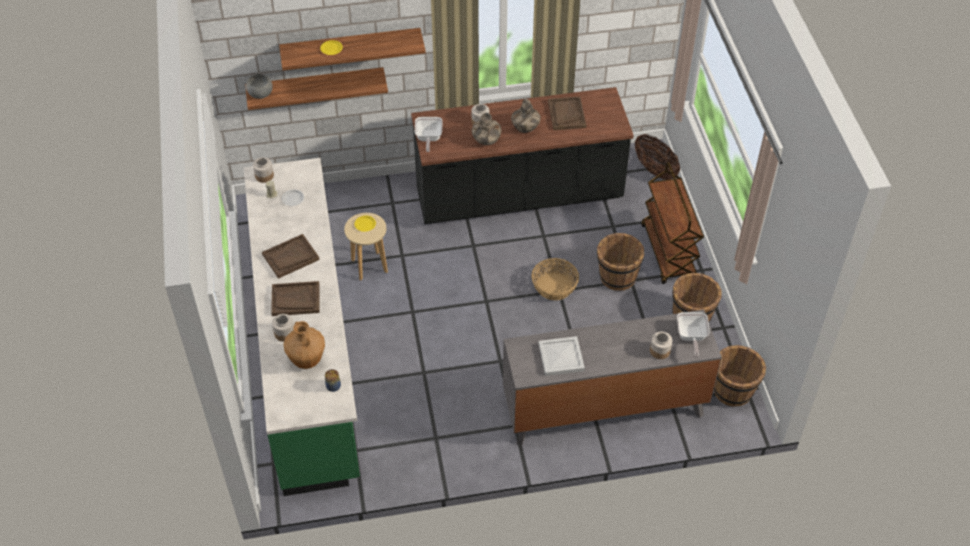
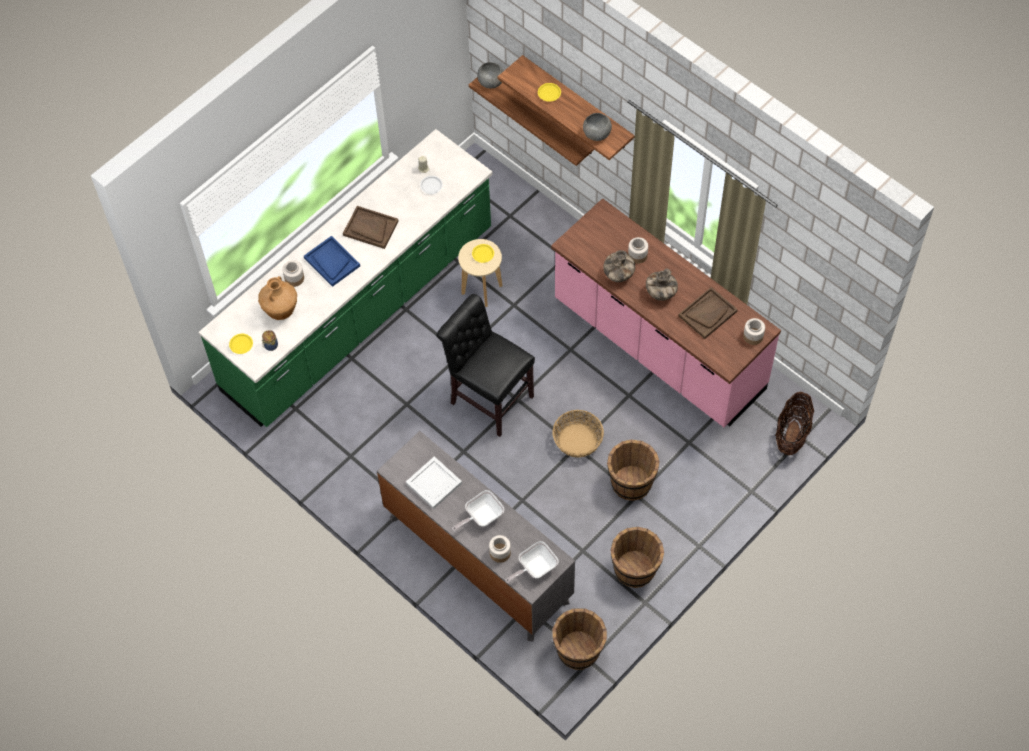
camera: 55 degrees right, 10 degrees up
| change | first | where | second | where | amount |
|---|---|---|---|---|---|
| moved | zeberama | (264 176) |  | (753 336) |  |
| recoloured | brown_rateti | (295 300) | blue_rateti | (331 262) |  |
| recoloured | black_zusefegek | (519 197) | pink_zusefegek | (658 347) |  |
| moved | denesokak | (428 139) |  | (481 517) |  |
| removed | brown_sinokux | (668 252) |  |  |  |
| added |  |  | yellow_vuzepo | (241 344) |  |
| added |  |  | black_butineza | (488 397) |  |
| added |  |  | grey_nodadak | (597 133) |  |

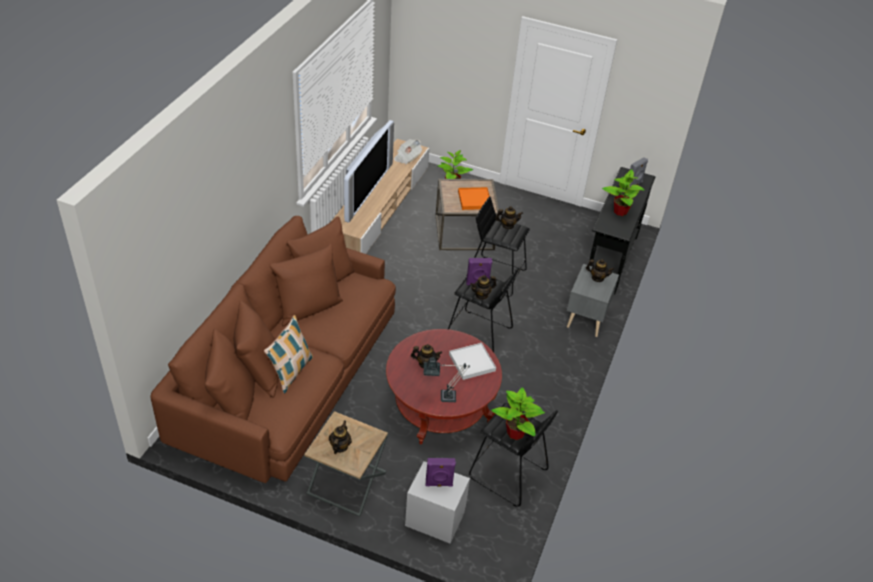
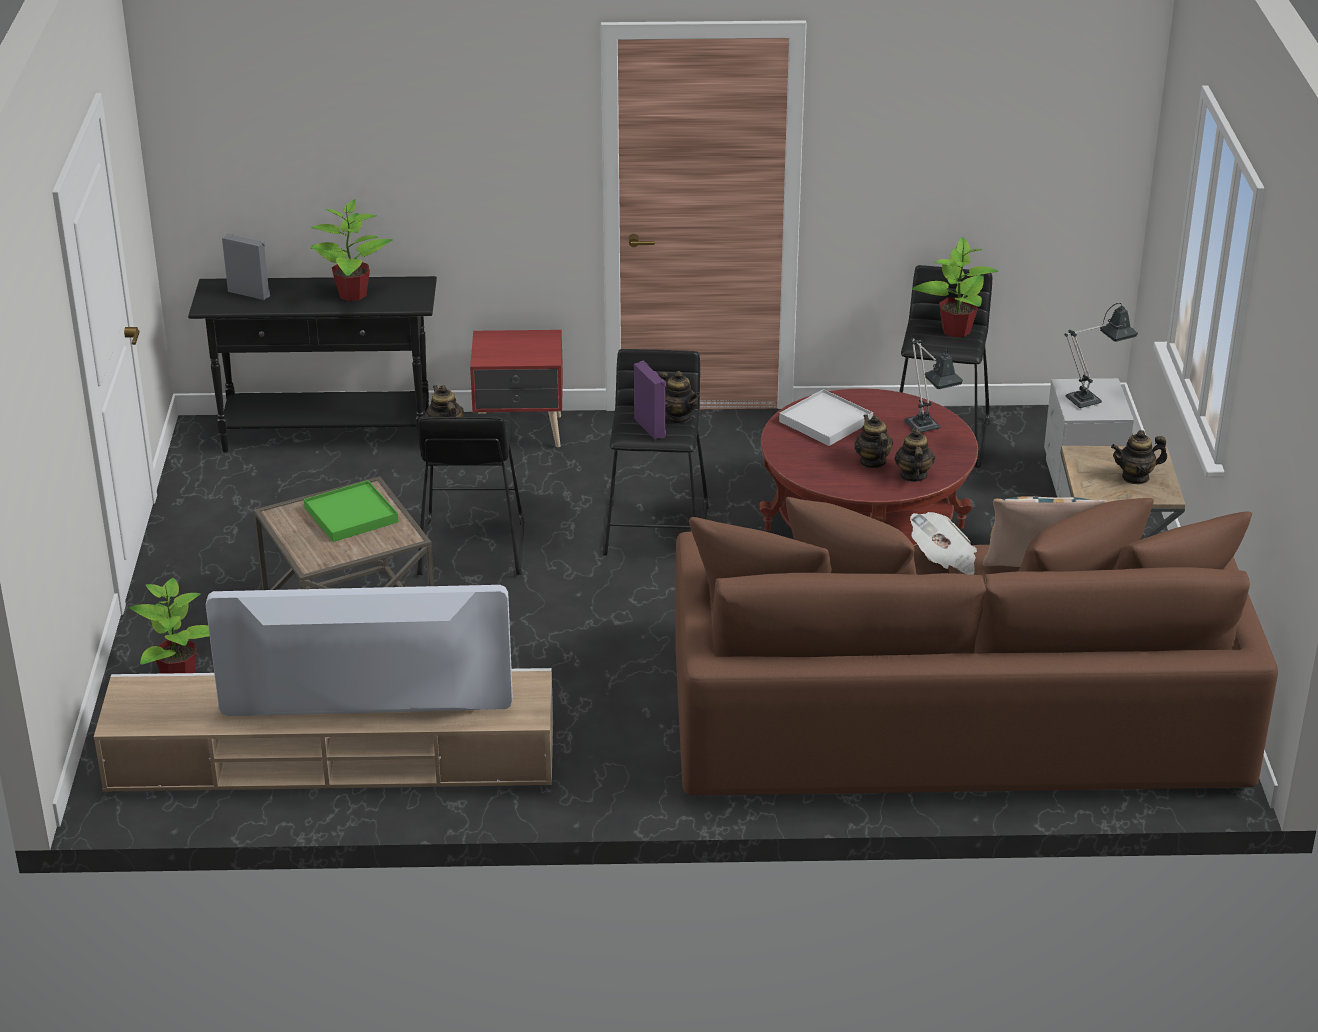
camera: 110 degrees left, 10 degrees down
| change | first | where | second | where | amount |
|---|---|---|---|---|---|
| moved | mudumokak | (407 158) |  | (943 560) |  |
| replaced | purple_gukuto | (439 484) | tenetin | (1090 399) |  |
| recoloured | orange_rateti | (474 200) | green_rateti | (351 515) |  |
| recoloured | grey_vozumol | (586 319) | red_vozumol | (520 433) |  |
| moved | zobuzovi | (597 278) |  | (913 475) |  |

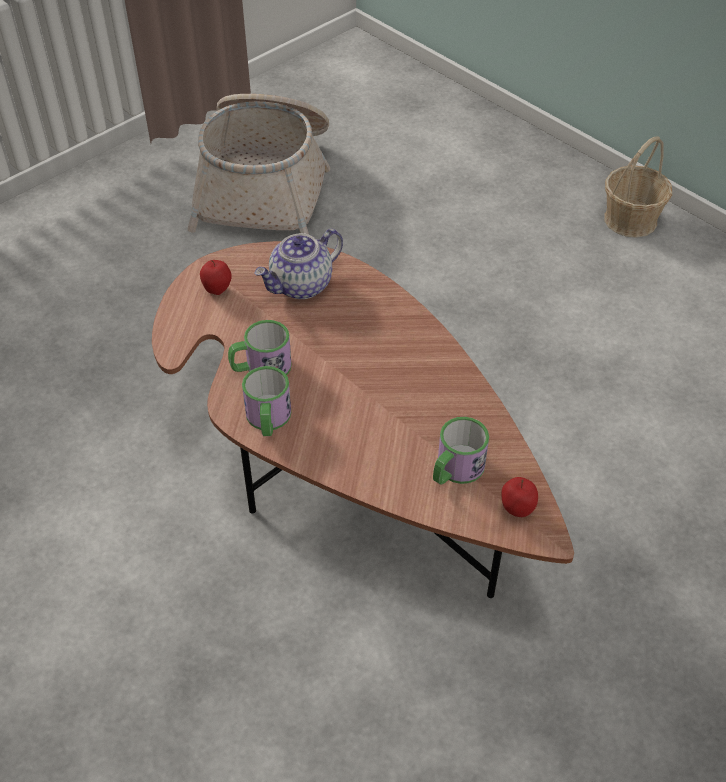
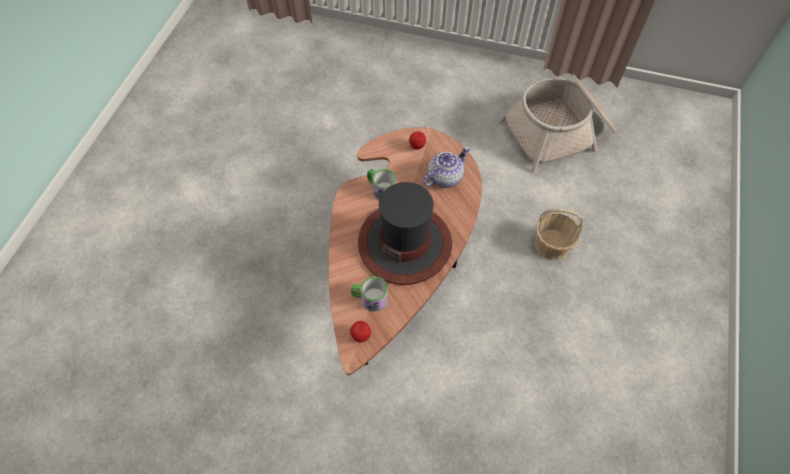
camera: 60 degrees right, 10 degrees up
| change | first | where | second | where | amount |
|---|---|---|---|---|---|
| removed | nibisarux | (268 420) |  |  |  |
| turned | zobuzovi | (301 285) |  | (444 177) | 120 degrees clockwise |
| moved | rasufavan | (631 220) |  | (552 245) |  |
| added |  |  | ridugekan | (405 243) |  |

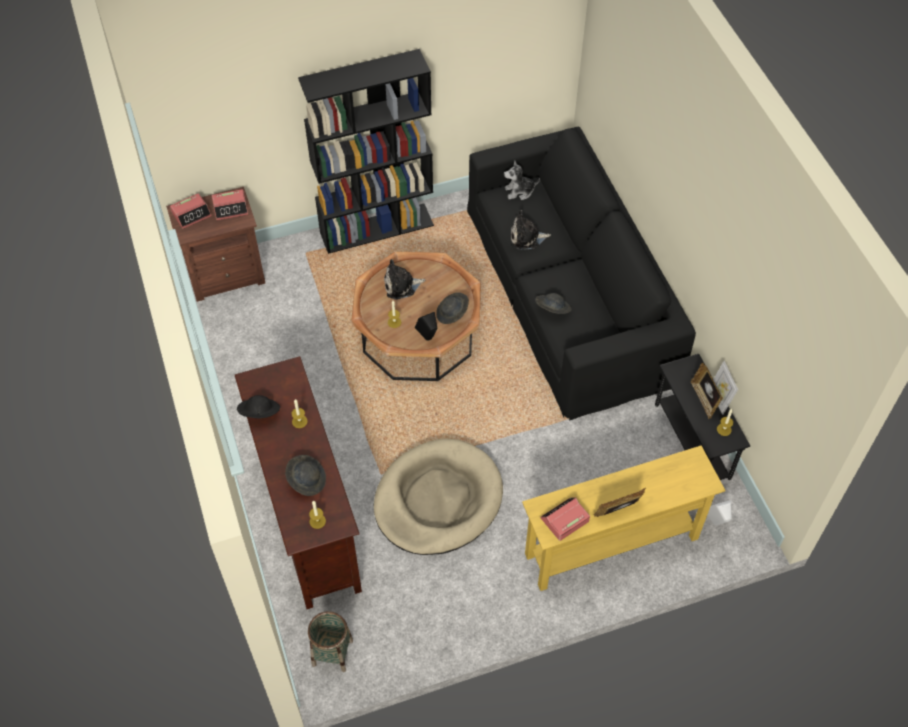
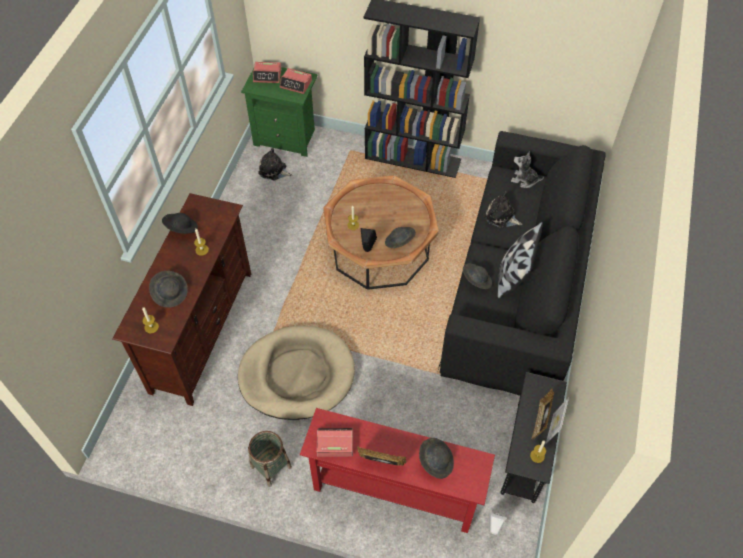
camera: 35 degrees right, 0 degrees up
| change | first | where | second | where | amount |
|---|---|---|---|---|---|
| recoloured | brown_vozumol | (226 274) | green_vozumol | (287 137) |  |
| moved | rasufavan | (332 652) |  | (271 467) |  |
| moved | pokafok | (401 286) |  | (274 171) |  |
| recoloured | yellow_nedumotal | (612 547) | red_nedumotal | (394 493) |  |
| added |  |  | grey_ridugekan | (435 461) |  |
| added |  |  | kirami | (513 276) |  |

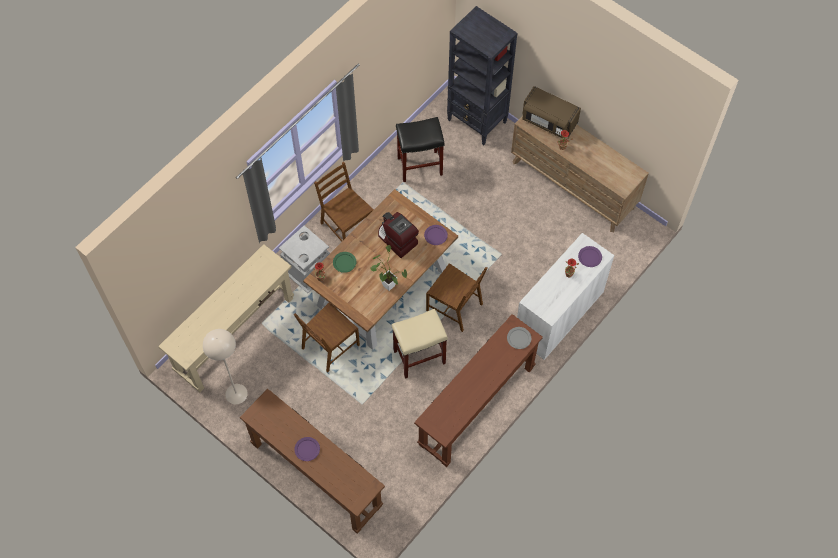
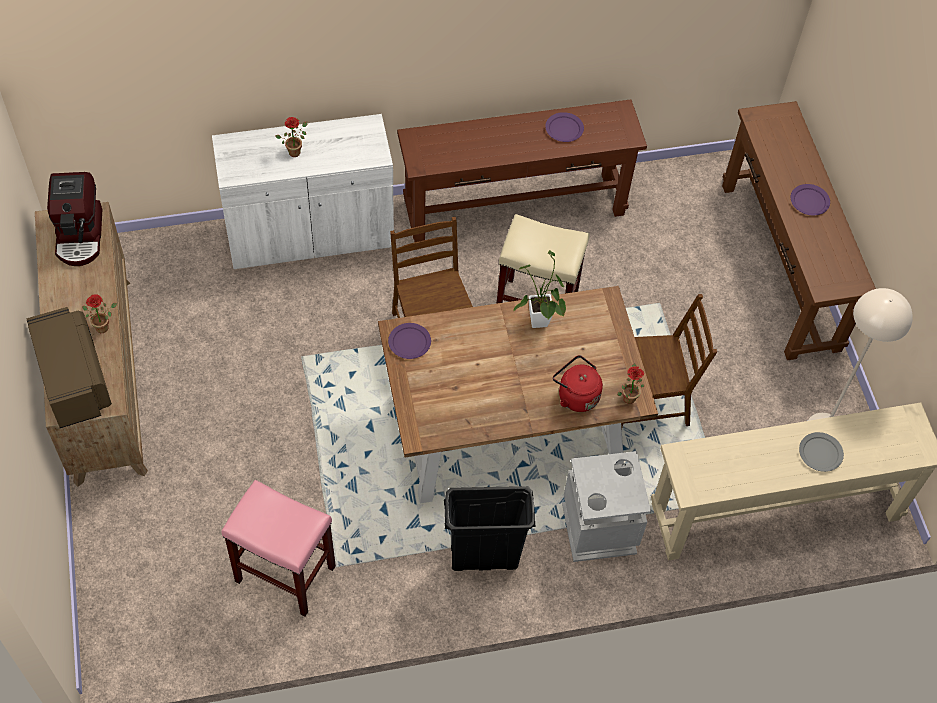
camera: 145 degrees left, 5 degrees down
| change | first | where | second | where | amount |
|---|---|---|---|---|---|
| replaced | brown_butineza | (346 226) | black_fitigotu | (483 558) |  |
| replaced | green_vuzepo | (344 263) | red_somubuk | (576 395) |  |
| moved | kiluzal | (396 240) |  | (80 235) |  |
| recoloured | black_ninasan | (420 165) | pink_ninasan | (284 574) |  |
| removed | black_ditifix | (477 121) |  |  |  |
| moved | grey_vuzepo | (519 338) |  | (820 453) |  |
| moved | purple_vuzepo | (589 257) |  | (564 128) |  |

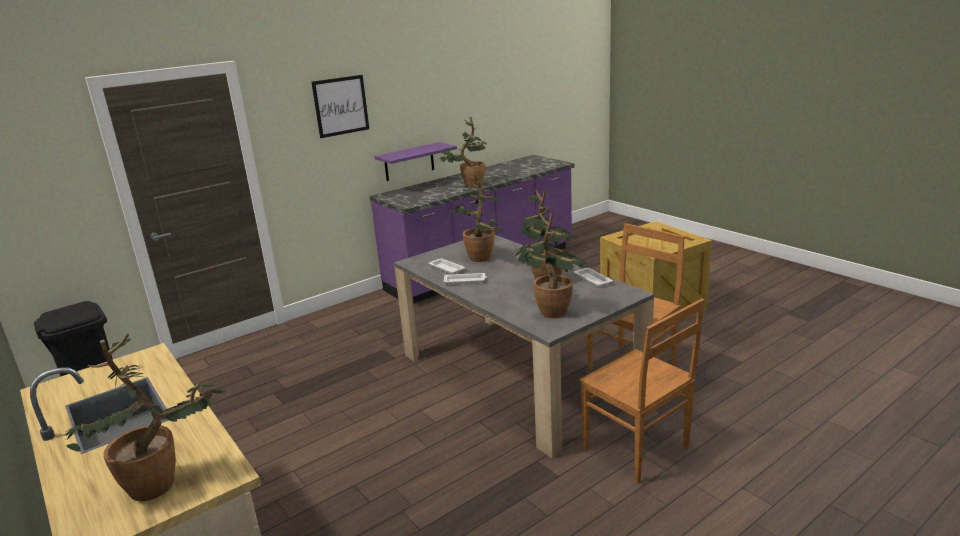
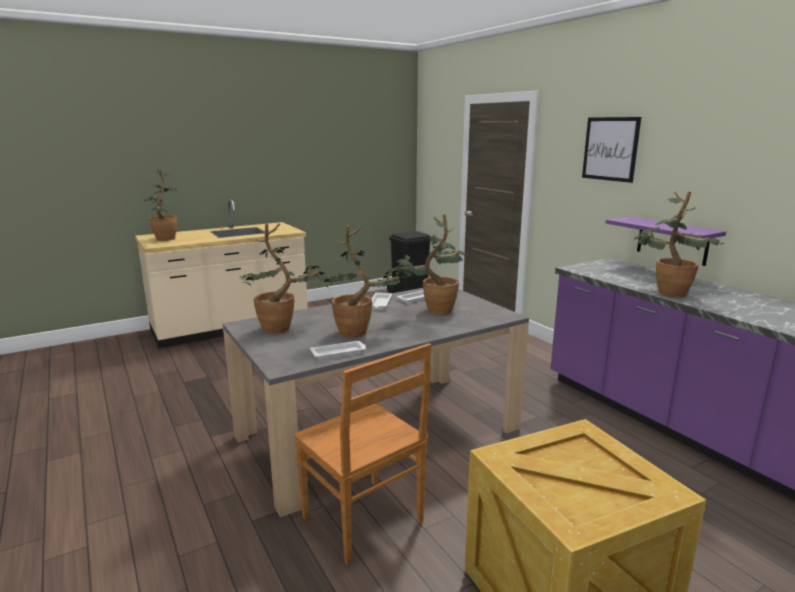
camera: 95 degrees right, 5 degrees down
| change | first | where | second | where | amount |
|---|---|---|---|---|---|
| removed | brown_butineza | (638 450) |  |  |  |

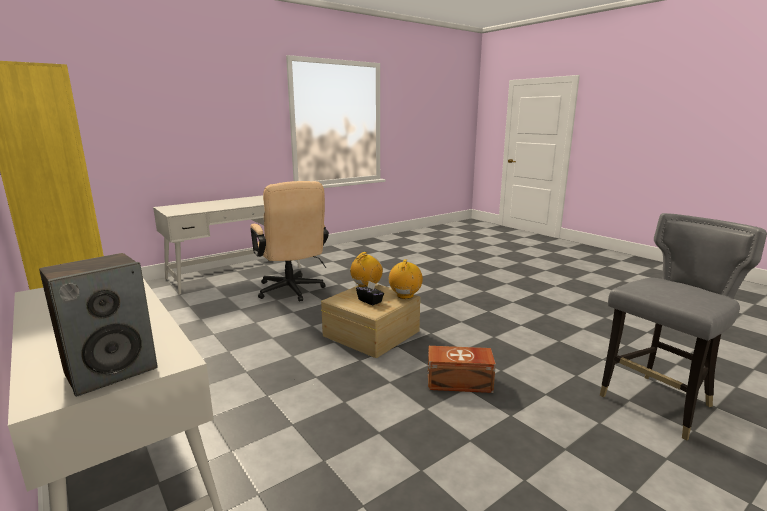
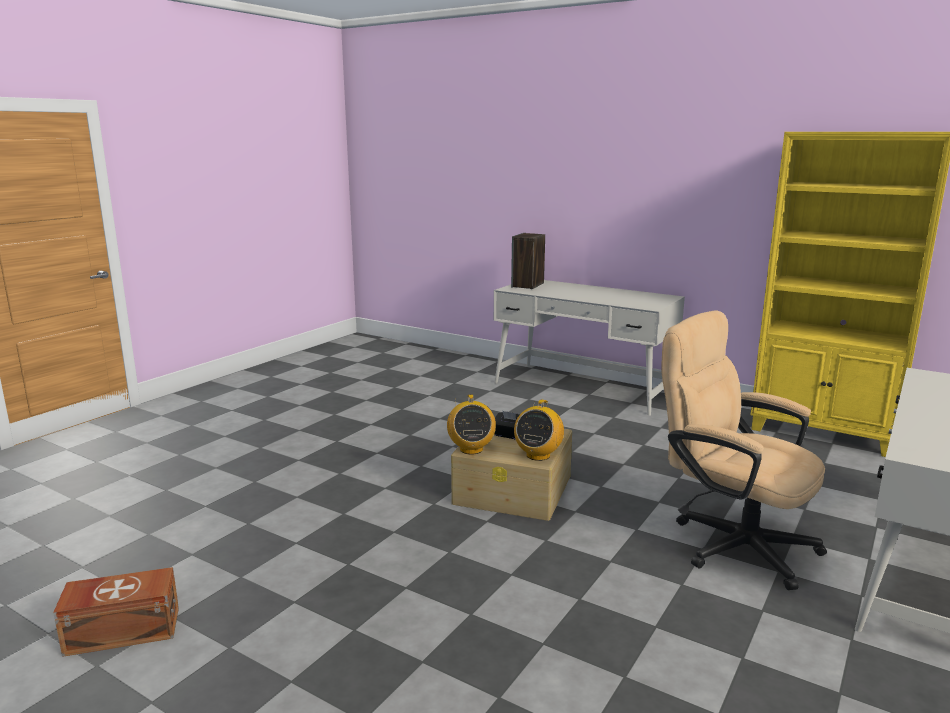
camera: 160 degrees right, 0 degrees up
| change | first | where | second | where | amount |
|---|---|---|---|---|---|
| moved | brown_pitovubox | (460 382) |  | (121 630) |  |
| removed | grey_butineza | (658 404) |  |  |  |

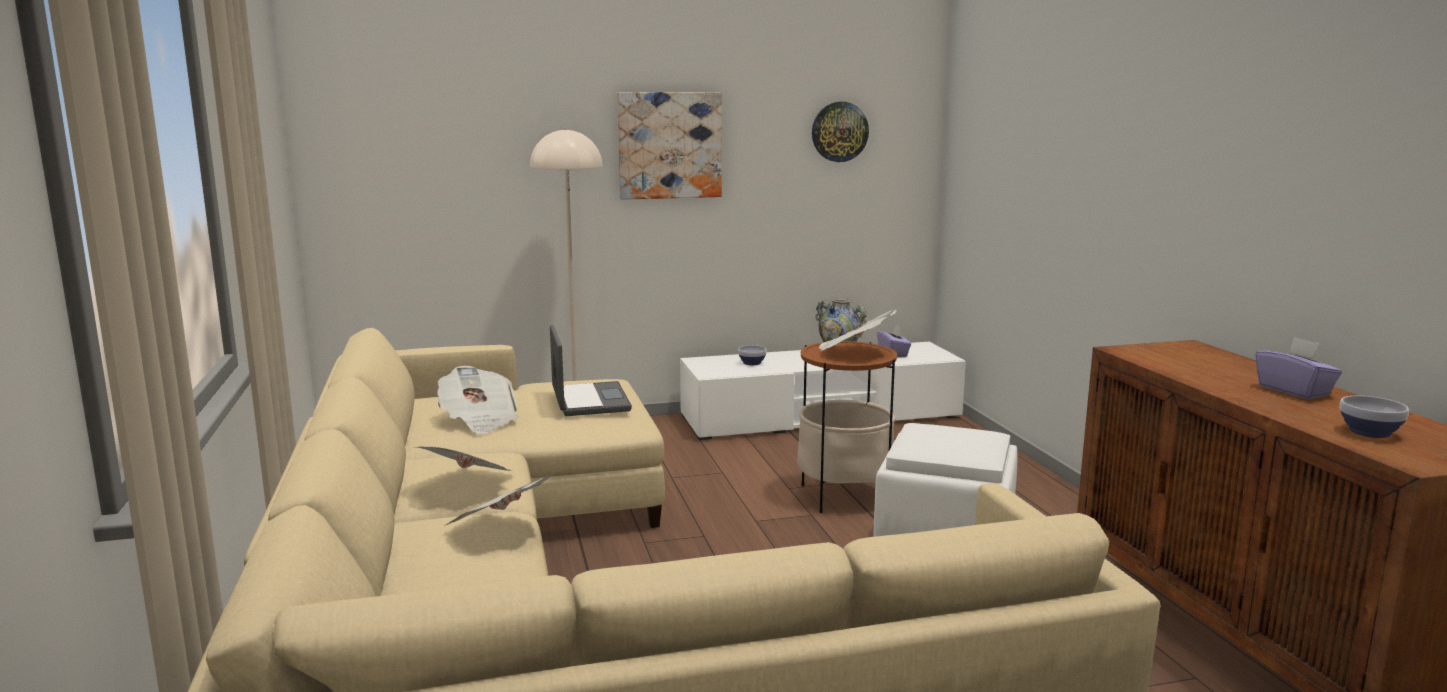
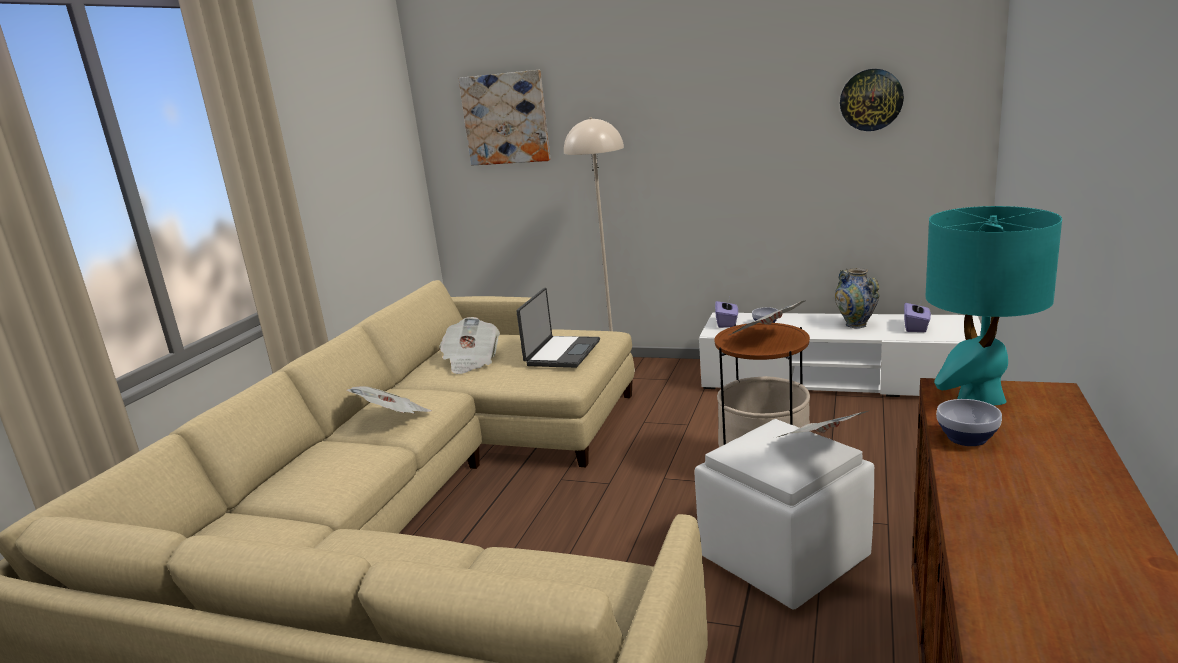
camera: 35 degrees right, 5 degrees up
| change | first | where | second | where | amount |
|---|---|---|---|---|---|
| moved | mudumokak | (499 527) |  | (819 447) |  |
| moved | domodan | (669 145) |  | (506 118) |  |
| moved | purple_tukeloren | (1294 391) |  | (727 323) |  |
| moved | nodadak | (1368 432) |  | (966 437) |  |
| added |  |  | turquoise_tenetin | (980 397) |  |

